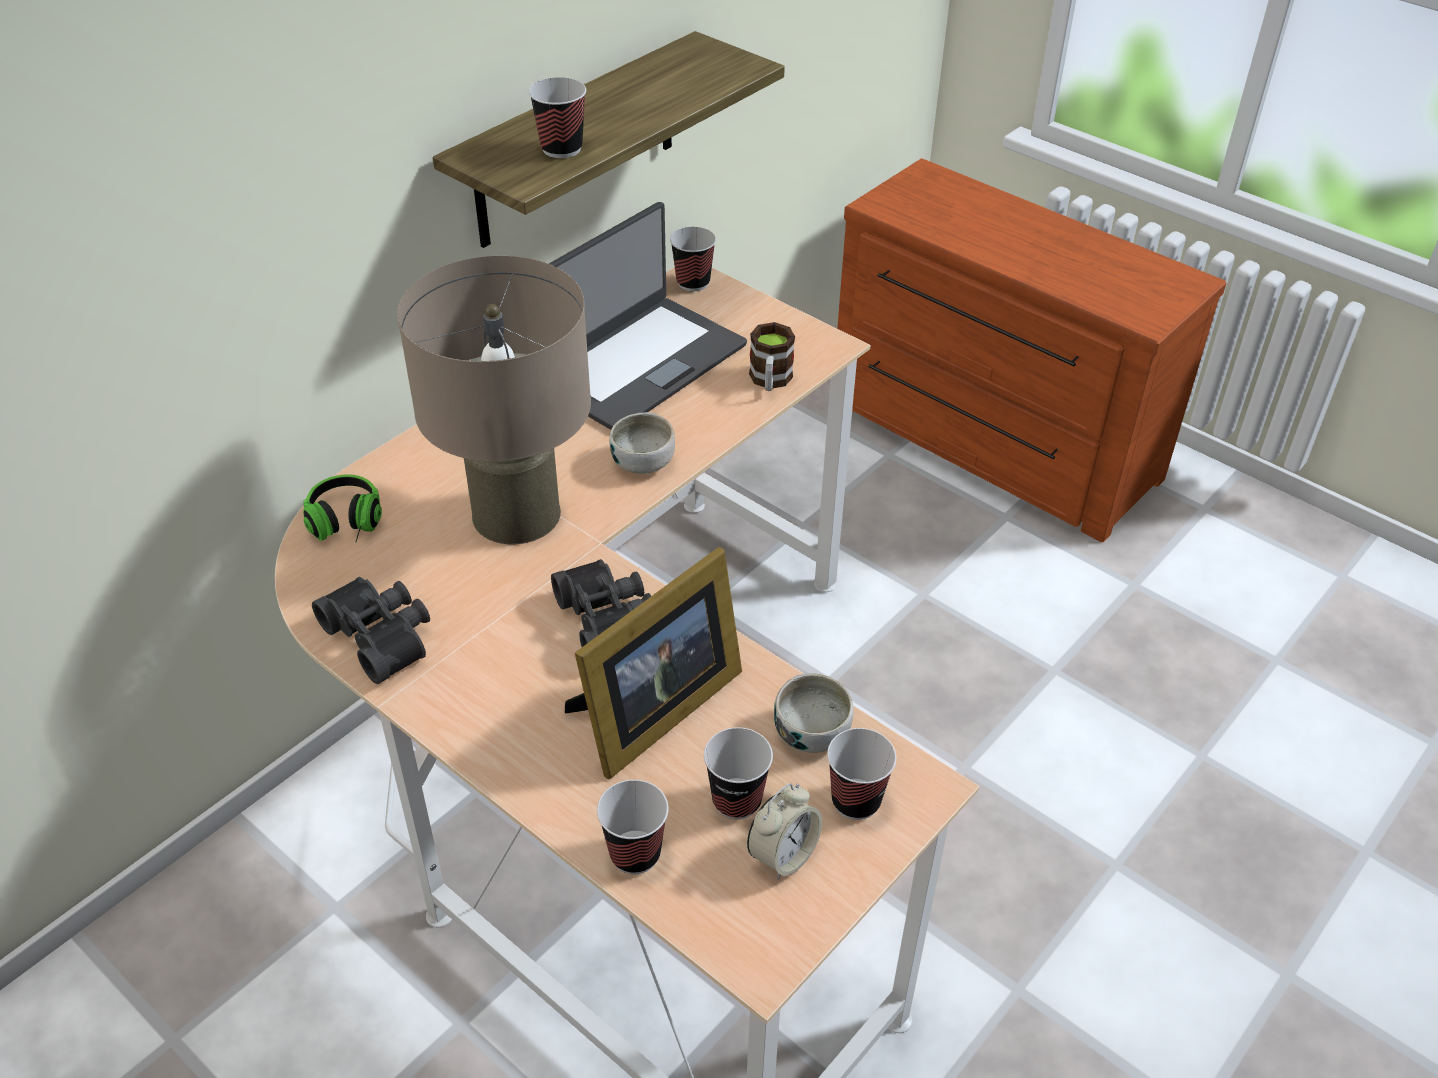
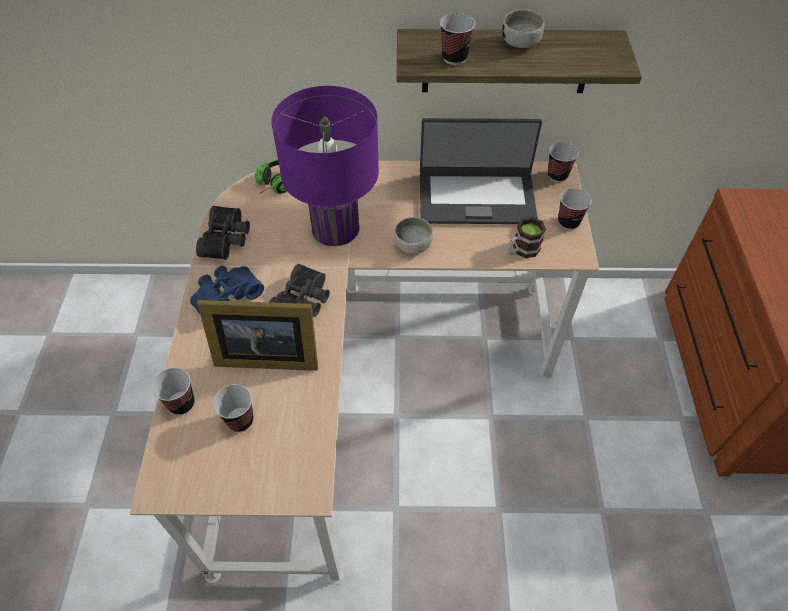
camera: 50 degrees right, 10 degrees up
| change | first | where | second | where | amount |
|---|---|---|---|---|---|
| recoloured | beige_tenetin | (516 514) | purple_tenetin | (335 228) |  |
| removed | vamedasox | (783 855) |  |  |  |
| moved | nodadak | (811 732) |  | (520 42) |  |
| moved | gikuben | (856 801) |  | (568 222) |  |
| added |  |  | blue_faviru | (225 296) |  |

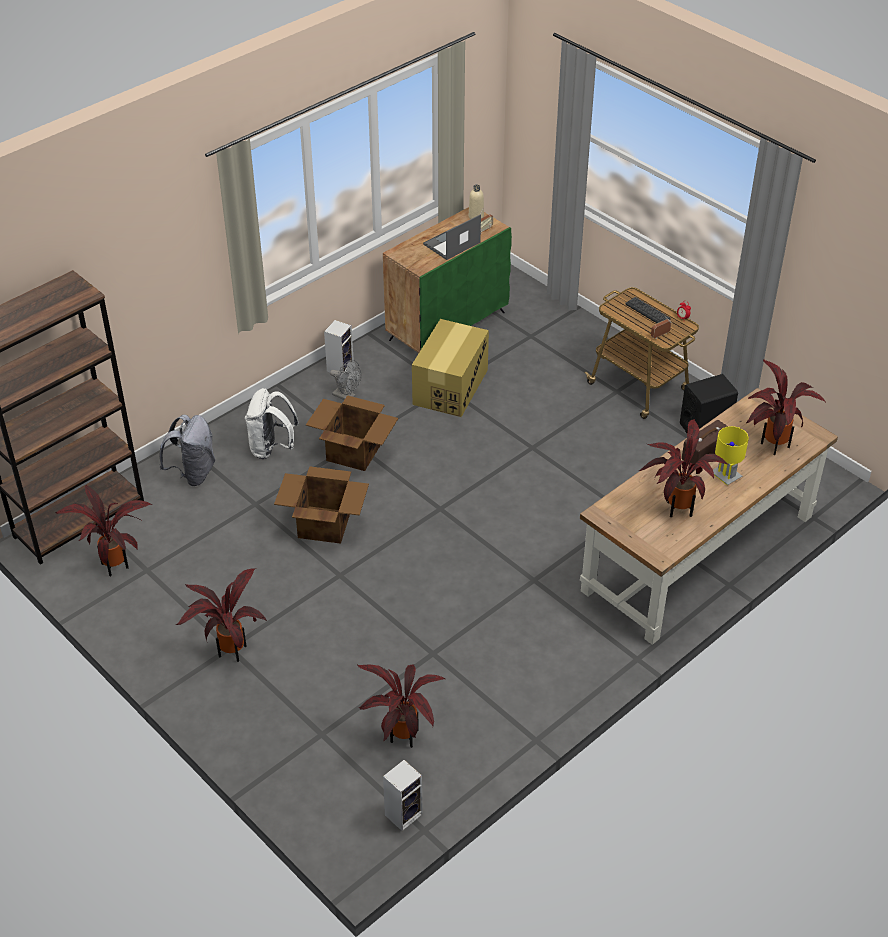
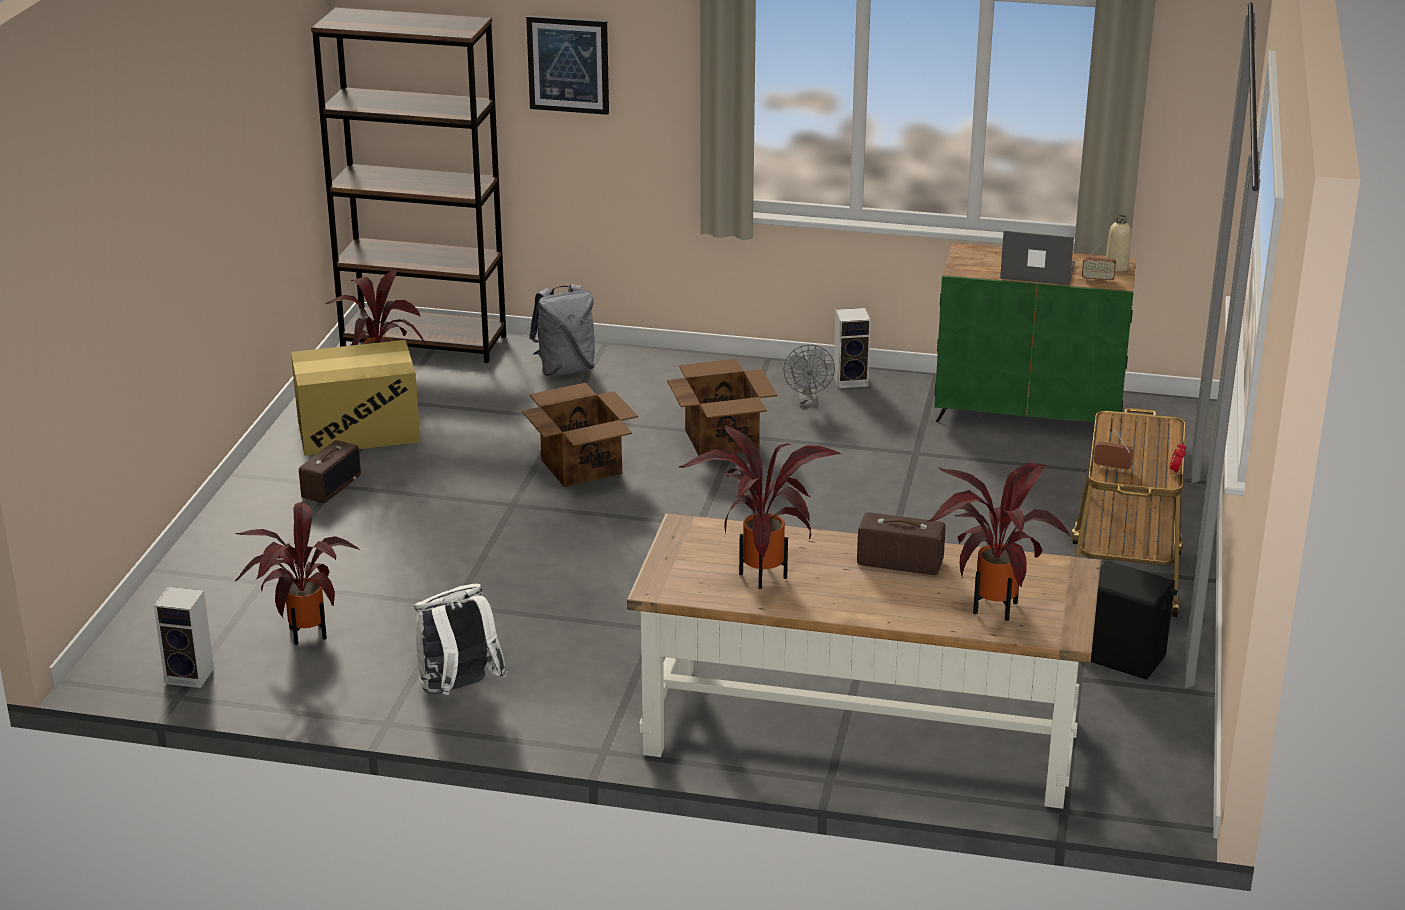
camera: 55 degrees right, 15 degrees down
| change | first | where | second | where | amount |
|---|---|---|---|---|---|
| replaced | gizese | (230 649) | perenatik | (331 486) |  |
| moved | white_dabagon | (272 448) |  | (458 690) |  |
| moved | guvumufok | (450 387) |  | (358 431) |  |
| removed | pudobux | (647 311) |  |  |  |
| removed | yellow_tenetin | (725 476) |  |  |  |
| added |  |  | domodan | (568 64) |  |

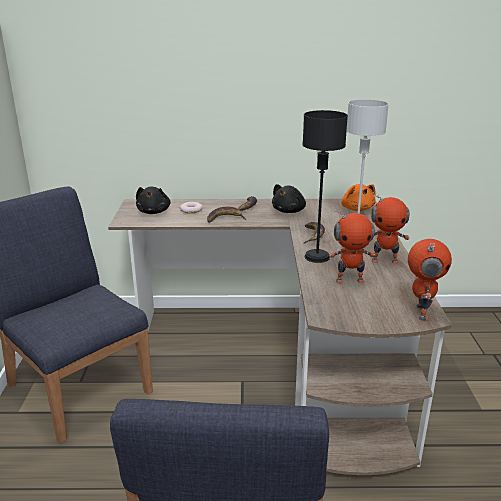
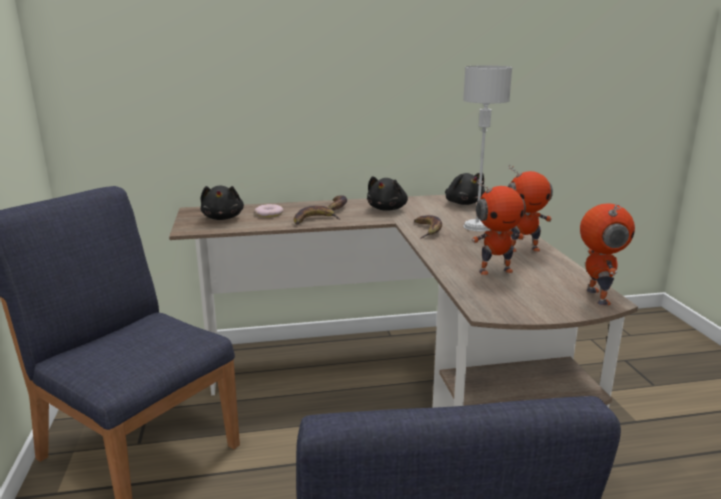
camera: 10 degrees left, 5 degrees down
| change | first | where | second | where | amount |
|---|---|---|---|---|---|
| removed | black_tenetin | (316 257) |  |  |  |
| recoloured | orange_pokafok | (357 209) | black_pokafok | (463 203) |  |

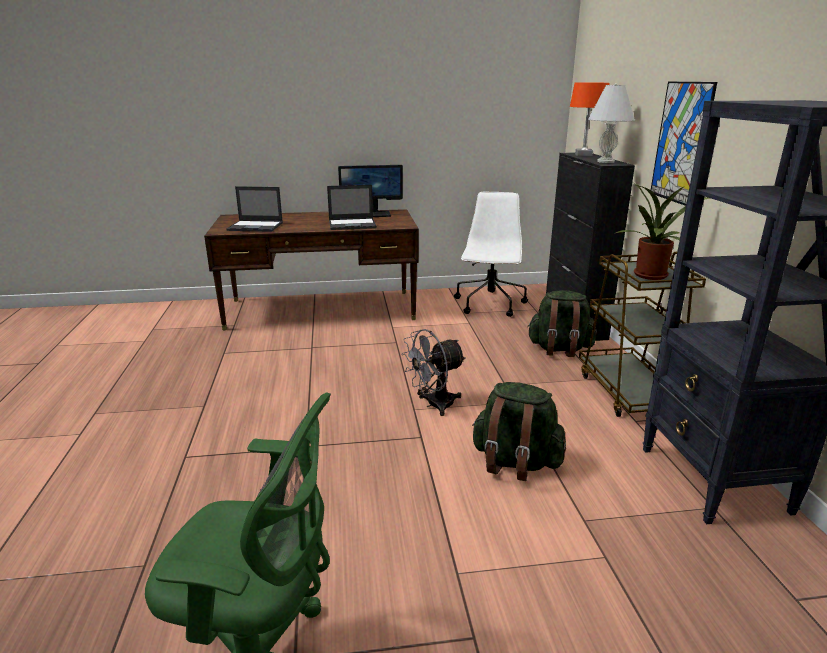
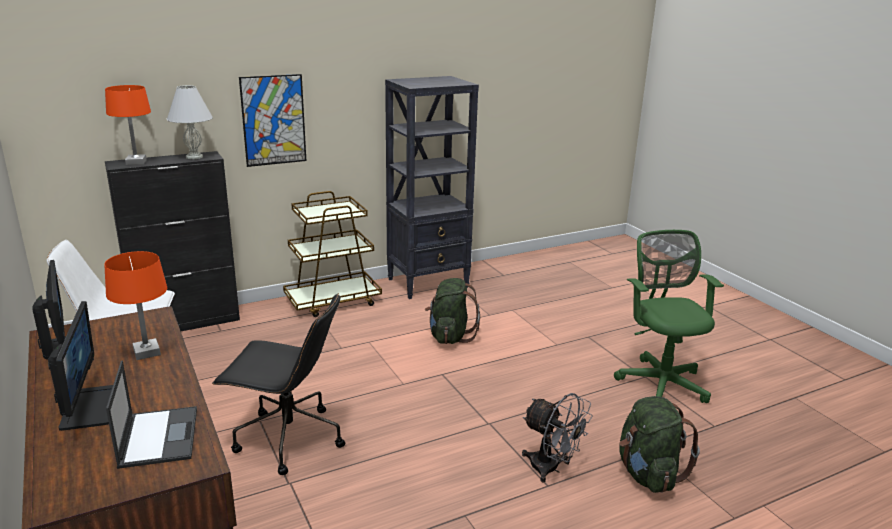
camera: 110 degrees left, 0 degrees up
| change | first | where | second | where | amount |
|---|---|---|---|---|---|
| replaced | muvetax | (353 224) | orange_tenetin | (146 352) |  |
| moved | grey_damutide | (434 405) |  | (551 469) |  |
| moved | green_dabagon | (559 349) |  | (648 474) |  |
| removed | gizese | (651 276) |  |  |  |
| added |  |  | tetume | (88 407) |  |
| added |  |  | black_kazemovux | (287 439) |  |

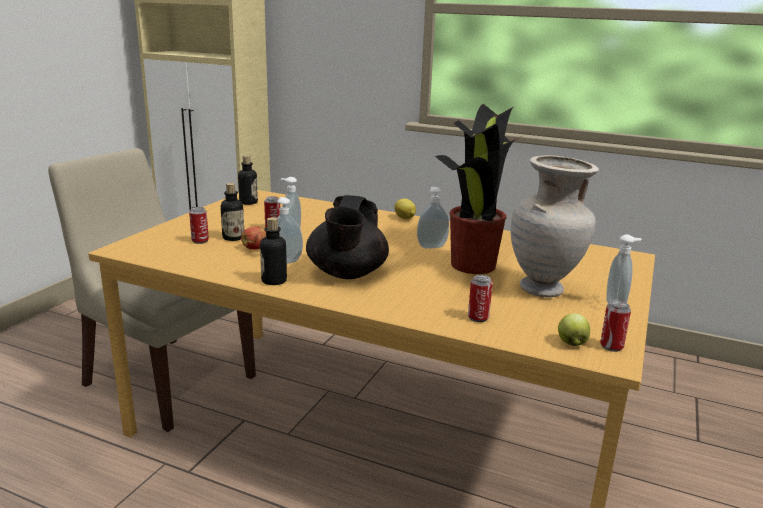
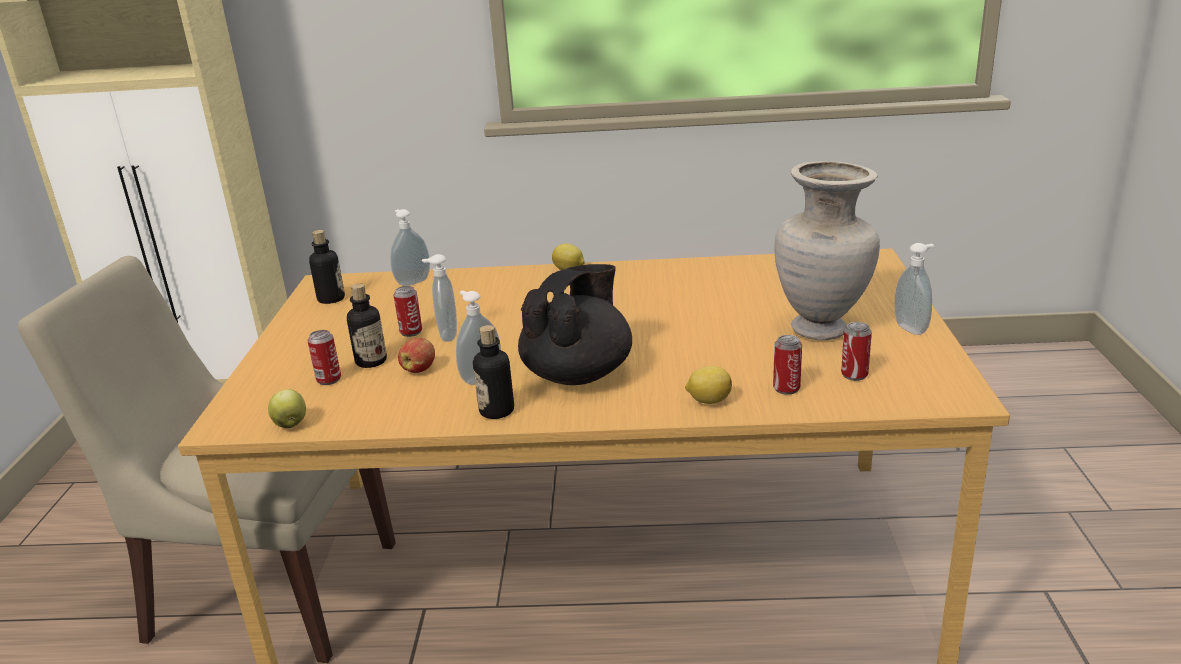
camera: 20 degrees left, 5 degrees up
| change | first | where | second | where | amount |
|---|---|---|---|---|---|
| turned | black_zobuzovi | (347 274) |  | (578 373) | 135 degrees counterclockwise |
| moved | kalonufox | (431 246) |  | (412 282) |  |
| removed | gizese | (474 264) |  |  |  |
| moved | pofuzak | (571 343) |  | (290 424) |  |
| moved | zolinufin | (611 346) |  | (854 375) |  |
| added |  |  | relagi | (708 400) |  |

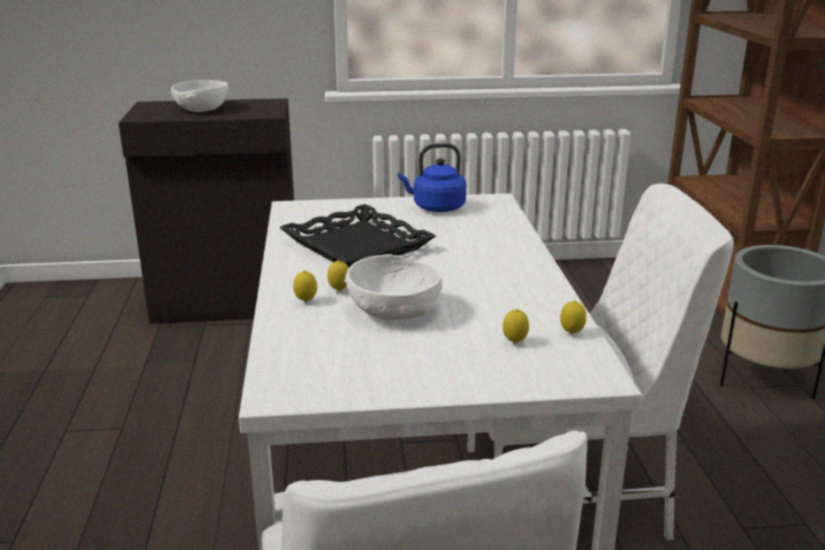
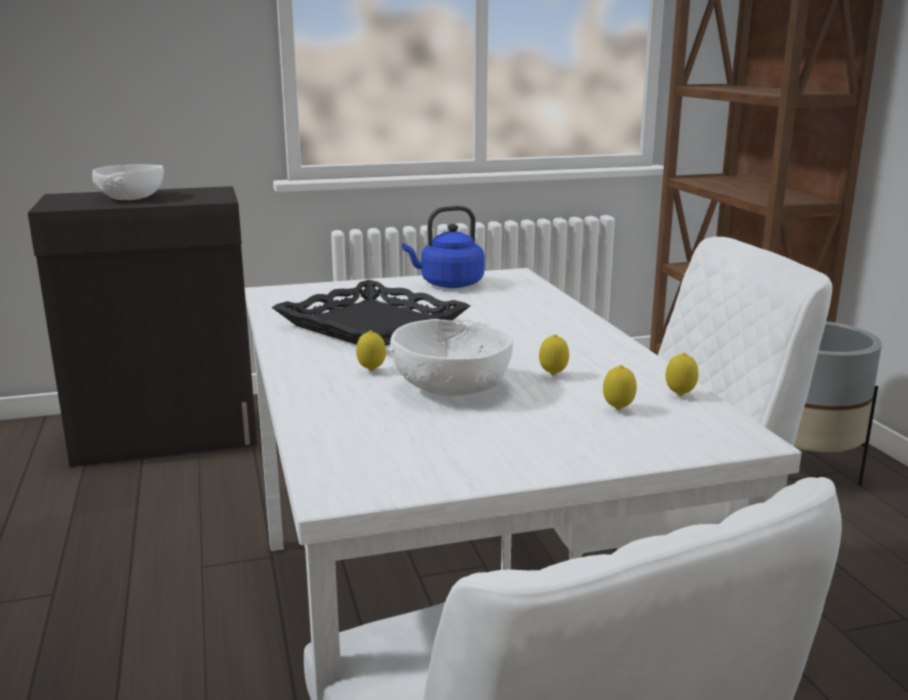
camera: 10 degrees left, 5 degrees down
| change | first | where | second | where | amount |
|---|---|---|---|---|---|
| moved | relagi | (306 301) |  | (553 375) |  |

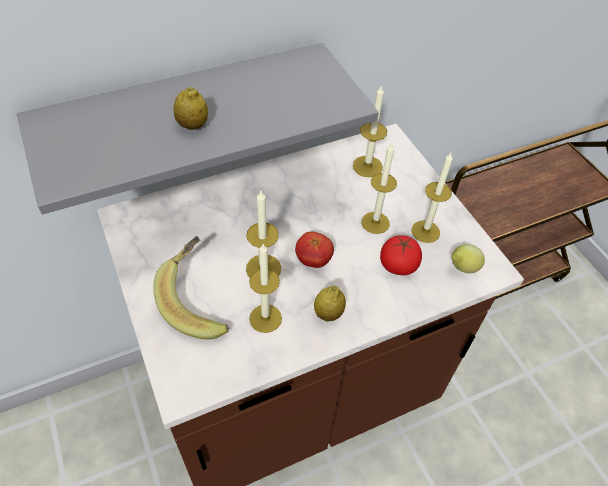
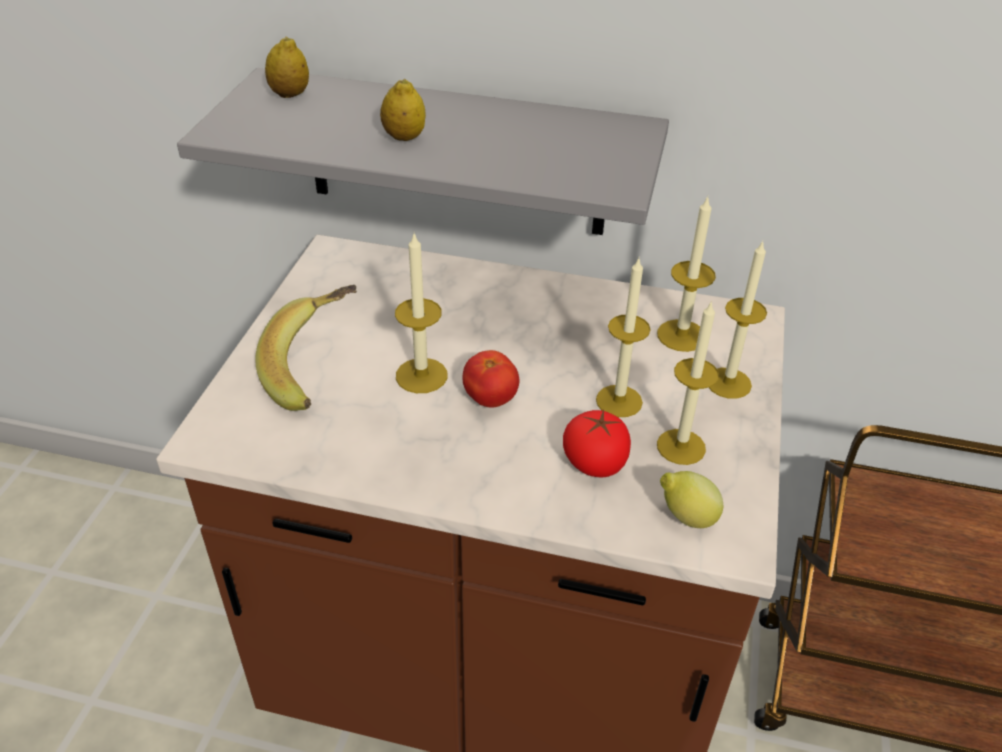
camera: 40 degrees right, 10 degrees down
| change | first | where | second | where | amount |
|---|---|---|---|---|---|
| moved | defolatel | (265 318) |  | (728 383) |  |
| moved | relagi | (328 313) |  | (290 95) |  |

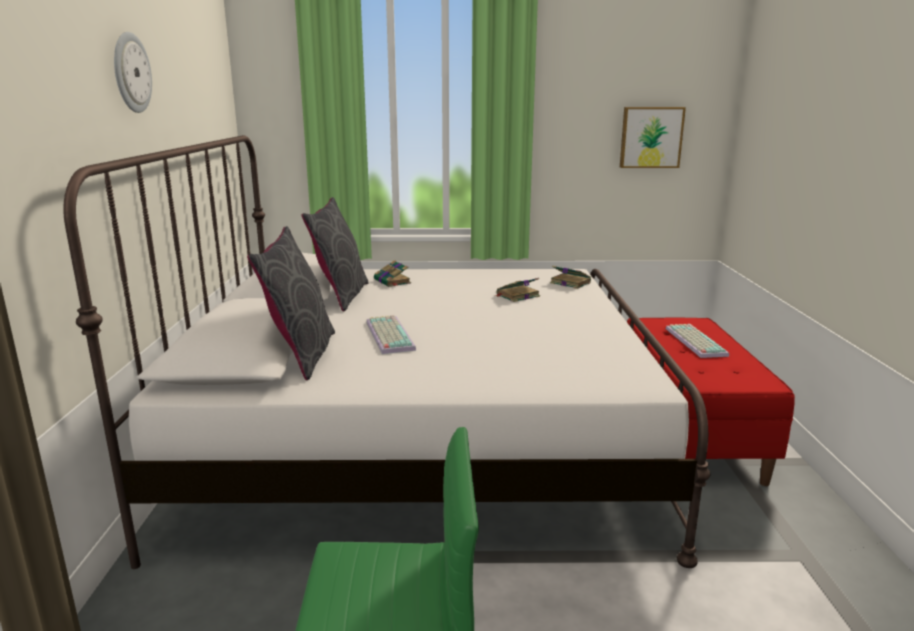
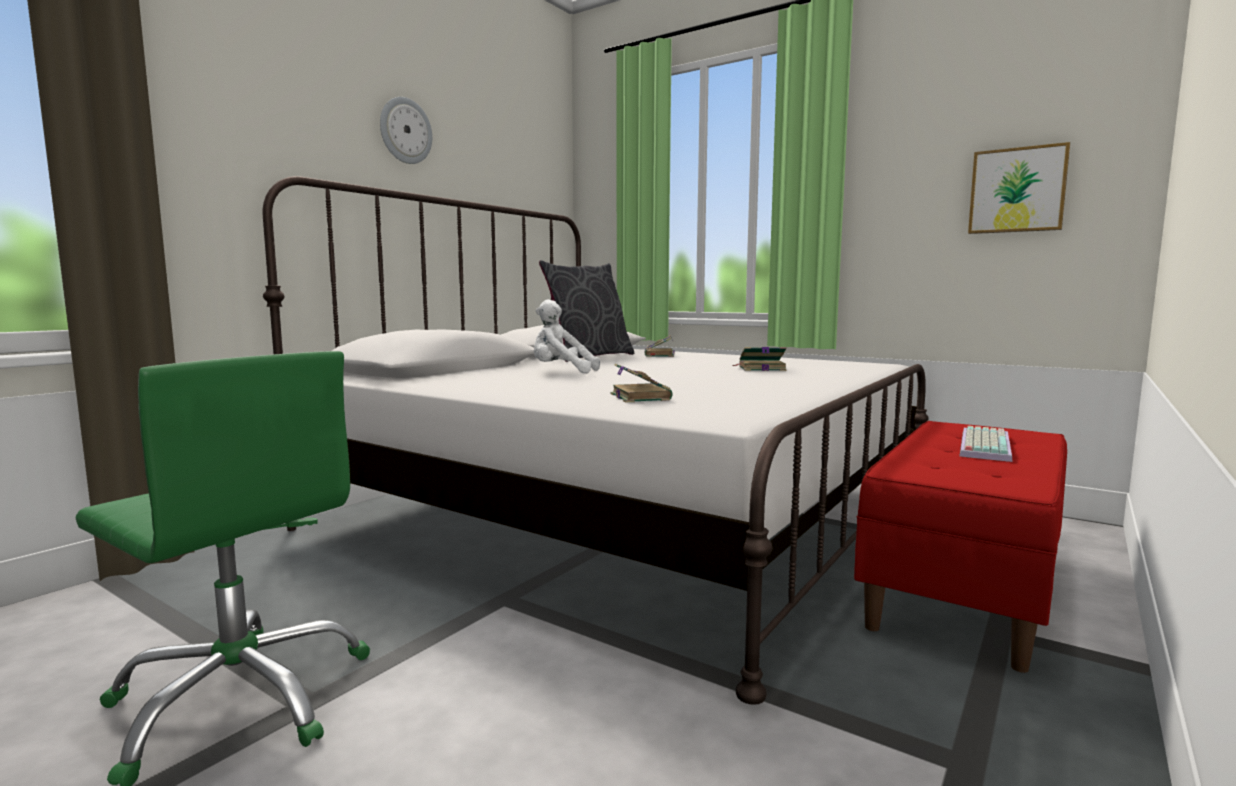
camera: 35 degrees right, 10 degrees down
| change | first | where | second | where | amount |
|---|---|---|---|---|---|
| removed | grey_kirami | (301 355) |  |  |  |
| replaced | pudobux | (387 335) | white_pokafok | (561 372) |  |
| moved | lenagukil | (569 283) |  | (639 397) |  |

